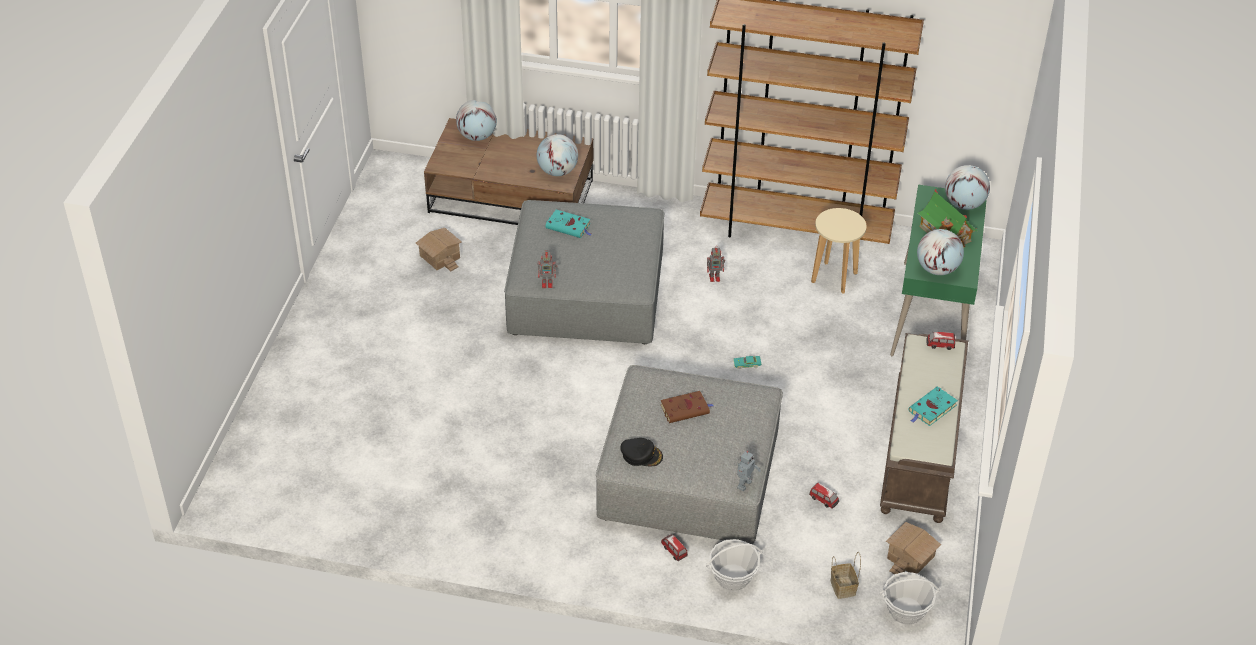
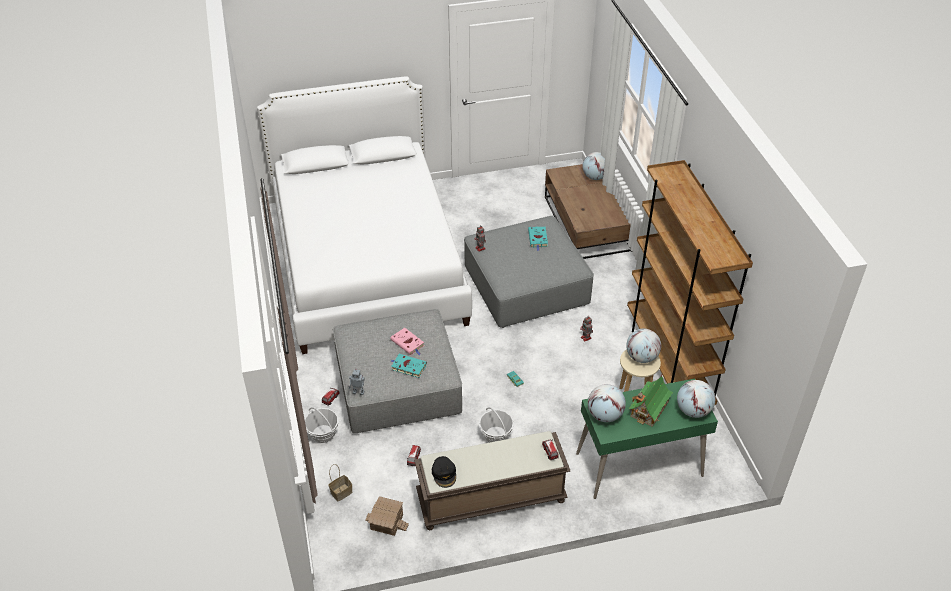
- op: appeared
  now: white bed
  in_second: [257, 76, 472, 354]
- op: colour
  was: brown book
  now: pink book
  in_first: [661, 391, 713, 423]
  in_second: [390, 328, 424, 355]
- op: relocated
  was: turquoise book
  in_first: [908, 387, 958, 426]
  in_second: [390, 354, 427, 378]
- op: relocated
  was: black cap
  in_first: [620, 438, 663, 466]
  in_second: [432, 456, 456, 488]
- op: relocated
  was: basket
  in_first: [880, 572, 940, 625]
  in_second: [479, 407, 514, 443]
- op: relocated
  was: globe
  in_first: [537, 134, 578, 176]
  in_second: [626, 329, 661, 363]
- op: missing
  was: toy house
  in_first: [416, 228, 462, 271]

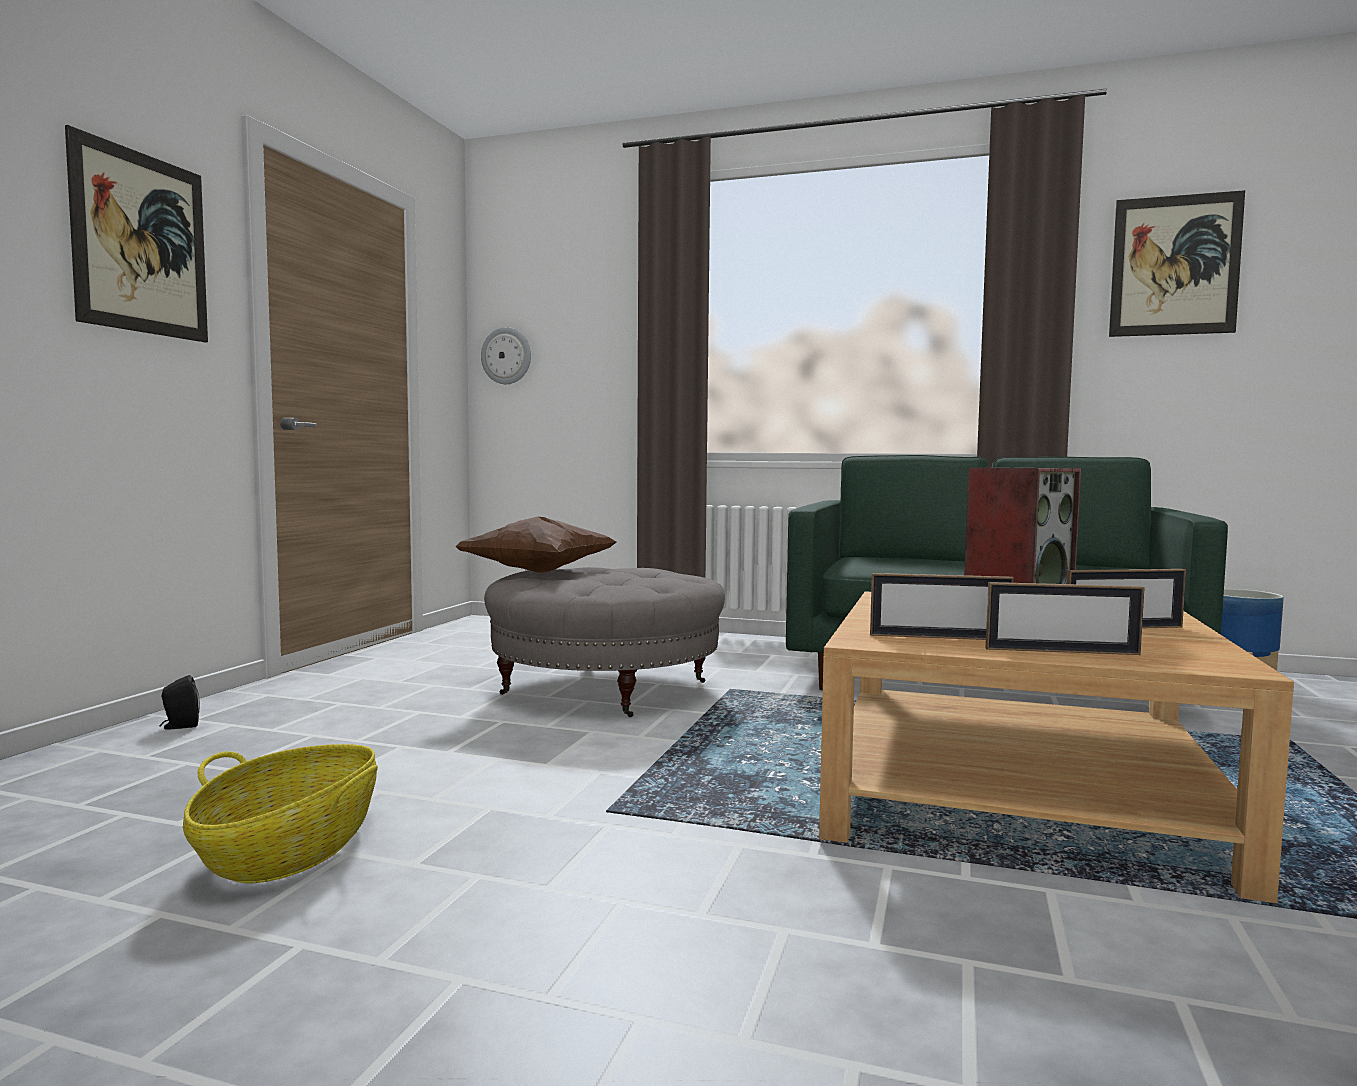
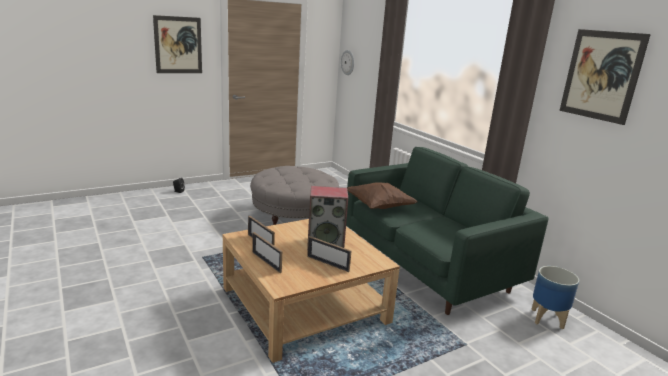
- op: relocated
  was: brown pillow
  in_first: [455, 517, 616, 573]
  in_second: [347, 183, 418, 209]
- op: missing
  was: basket
  in_first: [183, 744, 378, 883]

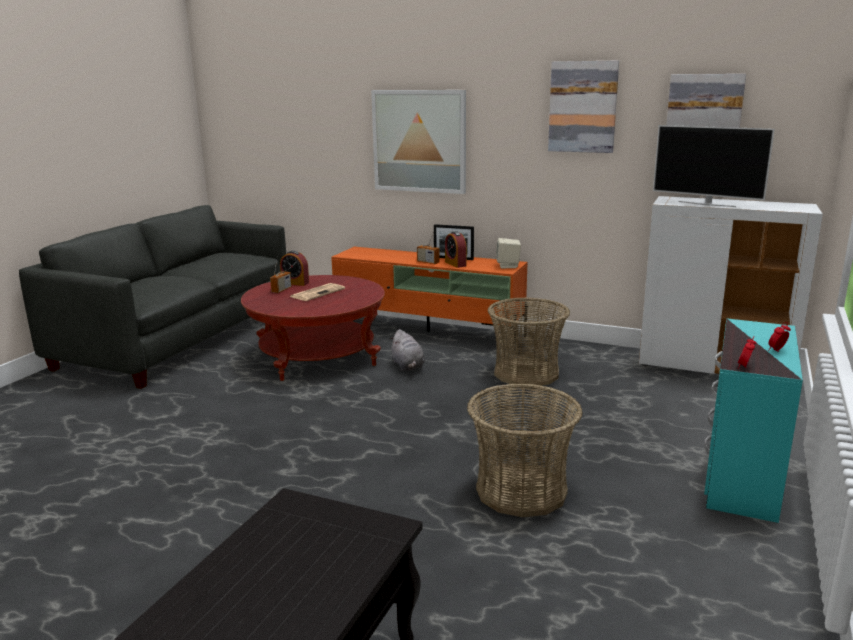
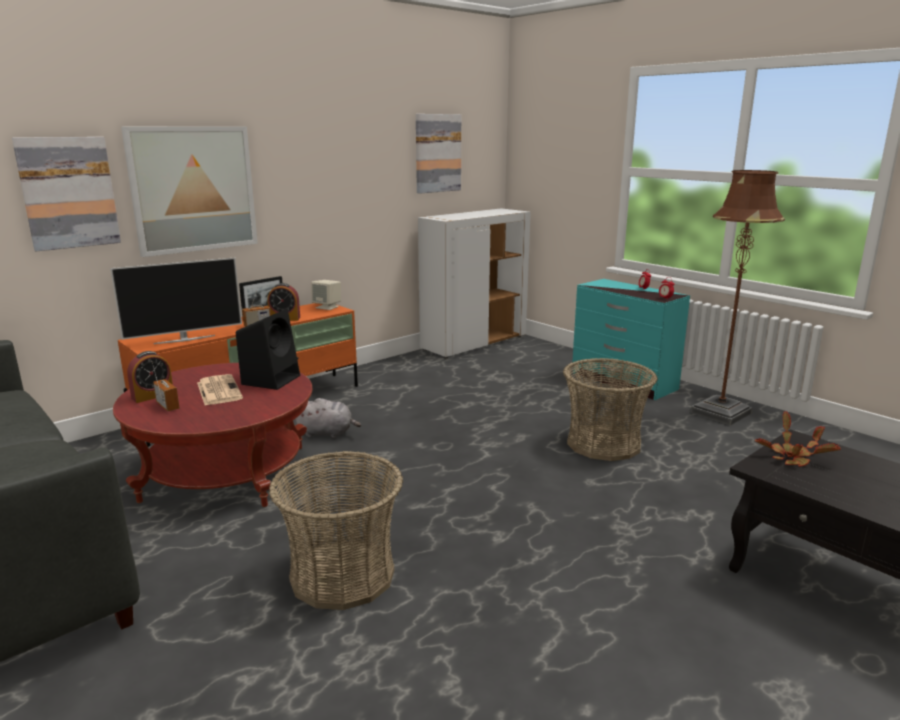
- op: relocated
  was: picture
  in_first: [548, 60, 619, 153]
  in_second: [12, 137, 121, 251]
- op: relocated
  was: television
  in_first: [653, 125, 775, 207]
  in_second: [110, 258, 242, 344]
- op: appeared
  now: black speaker
  in_second: [236, 309, 300, 390]
- op: relocated
  was: basket
  in_first: [488, 297, 570, 386]
  in_second: [269, 451, 403, 610]
- op: appeared
  now: brown floor lamp
  in_second: [690, 170, 785, 426]
- op: appeared
  now: potted plant
  in_second: [755, 412, 841, 467]

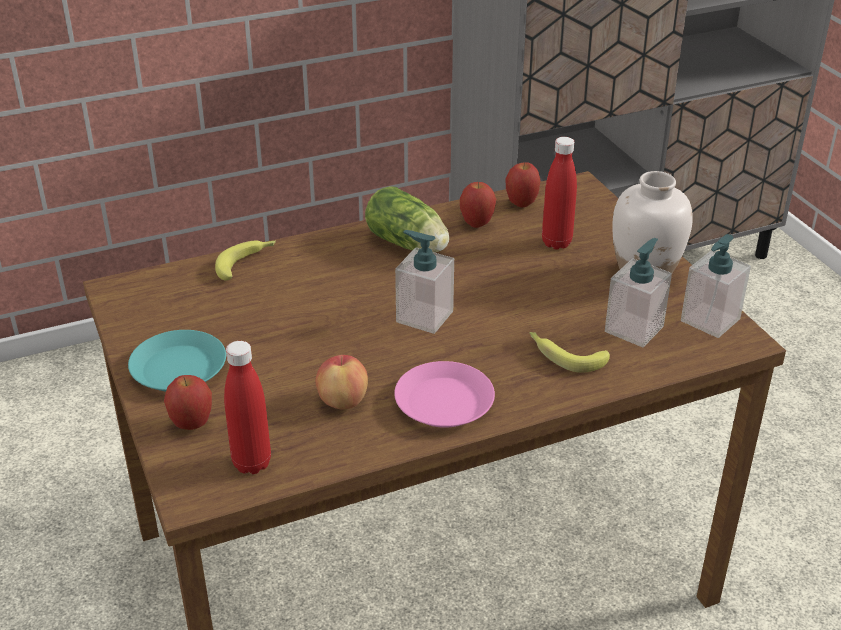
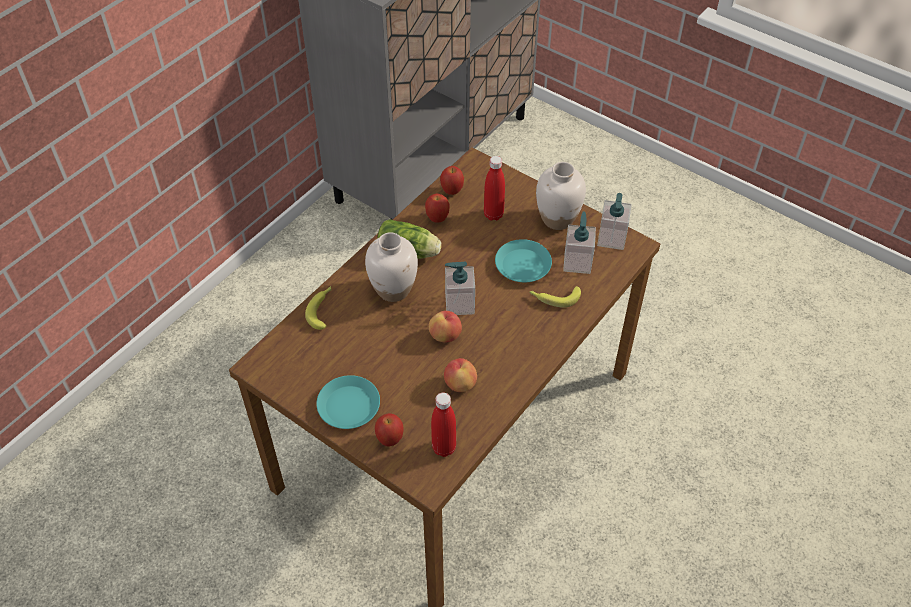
- op: appeared
  now: white vase
  in_second: [365, 232, 418, 302]
- op: appeared
  now: apple
  in_second: [429, 311, 462, 342]
- op: appeared
  now: turquoise plate
  in_second: [495, 239, 552, 282]
- op: missing
  was: pink plate
  in_first: [394, 361, 495, 428]

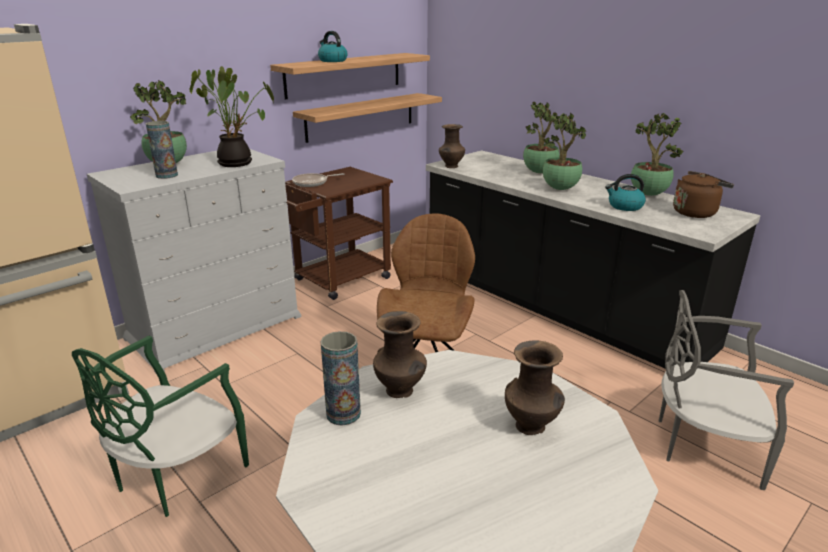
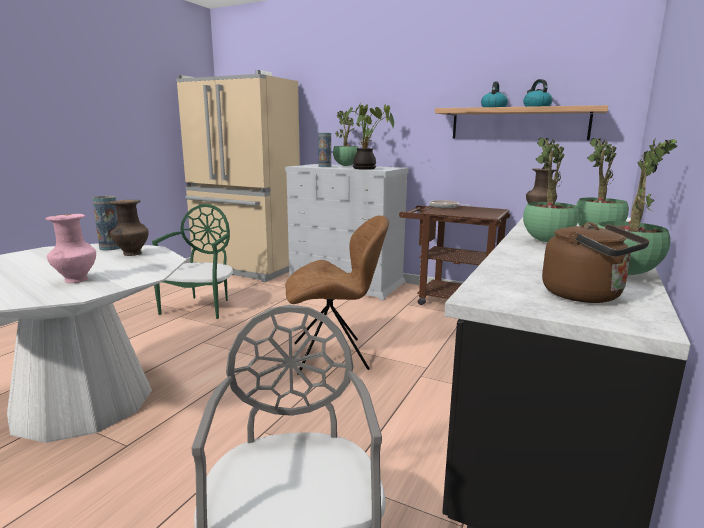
- op: colour
  was: brown vase
  now: pink vase
  in_first: [505, 340, 565, 435]
  in_second: [45, 214, 96, 283]
- op: spun
  was: green chair
  in_first: [72, 335, 249, 517]
  in_second: [152, 204, 233, 319]
  clockwise: 90
- op: relocated
  was: kettle
  in_first: [605, 174, 646, 211]
  in_second: [523, 79, 553, 107]
- op: missing
  was: shelf
  in_first: [293, 93, 442, 143]

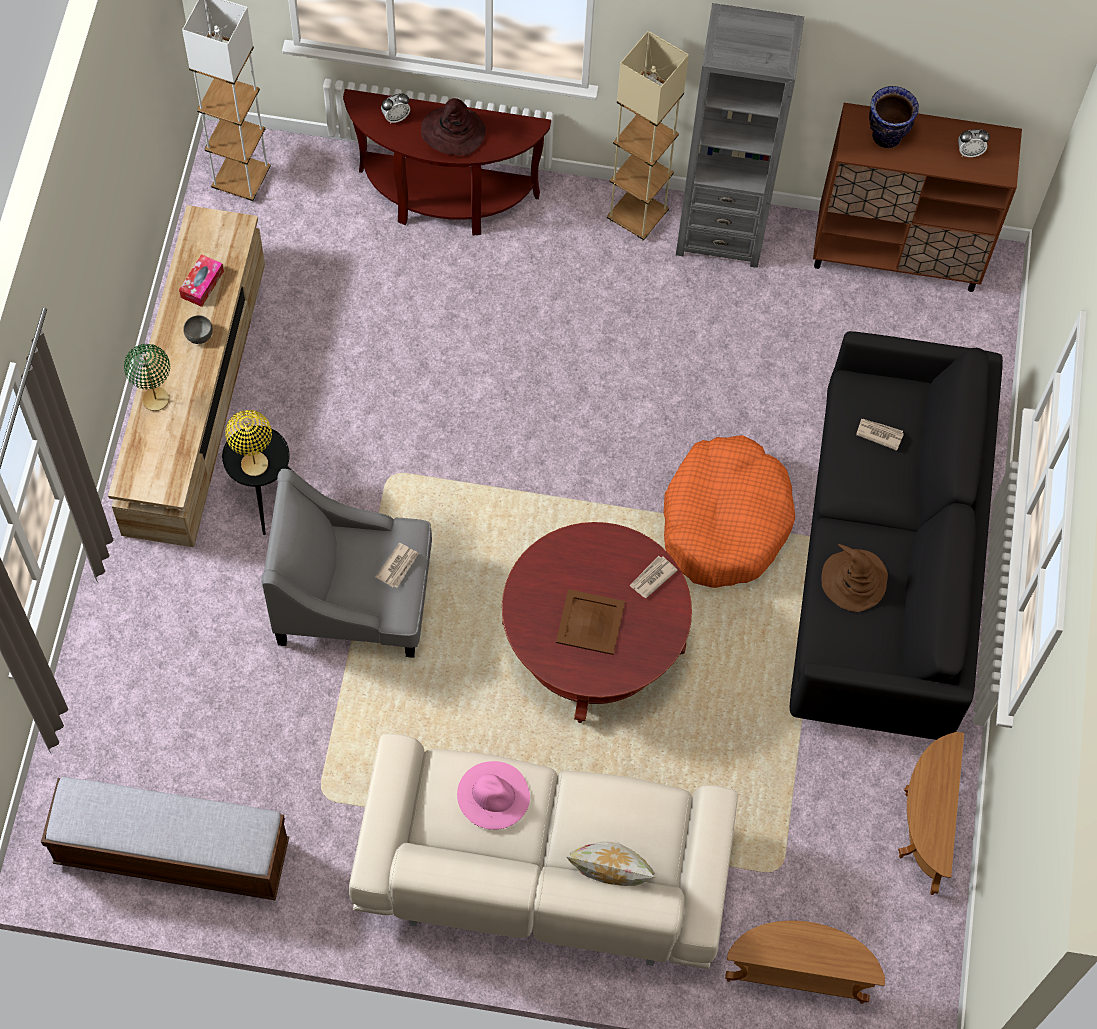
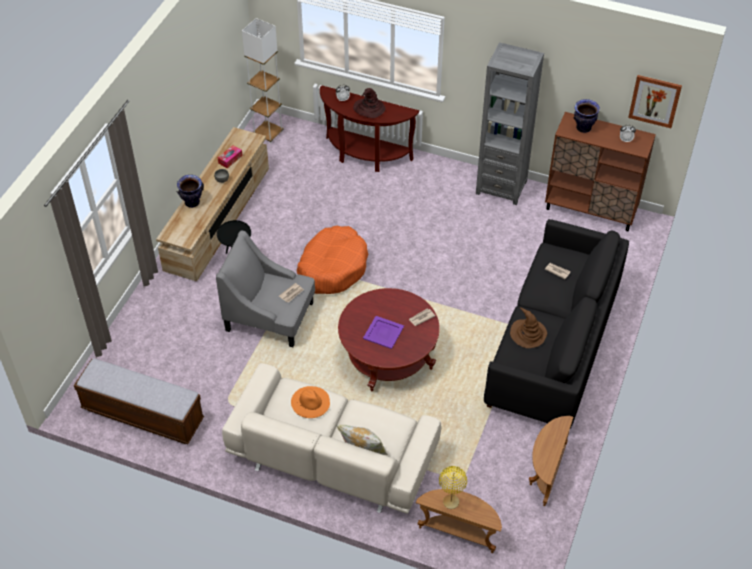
- op: exchanged
  was: green table lamp
  now: vase
  in_first: [124, 344, 170, 411]
  in_second: [177, 175, 204, 208]
- op: colour
  was: pink hat
  now: orange hat
  in_first: [457, 761, 530, 830]
  in_second: [291, 386, 330, 418]
- op: relocated
  was: orange dog bed
  in_first: [664, 435, 795, 588]
  in_second: [297, 226, 368, 294]
- op: colour
  was: brown tray
  now: purple tray
  in_first: [556, 589, 625, 655]
  in_second: [363, 316, 404, 349]
- op: relocated
  was: yellow table lamp
  in_first: [225, 410, 272, 476]
  in_second: [439, 466, 467, 509]
- op: appeared
  now: picture
  in_second: [628, 75, 682, 128]
- op: missing
  was: beige floor lamp
  in_first: [607, 31, 689, 241]

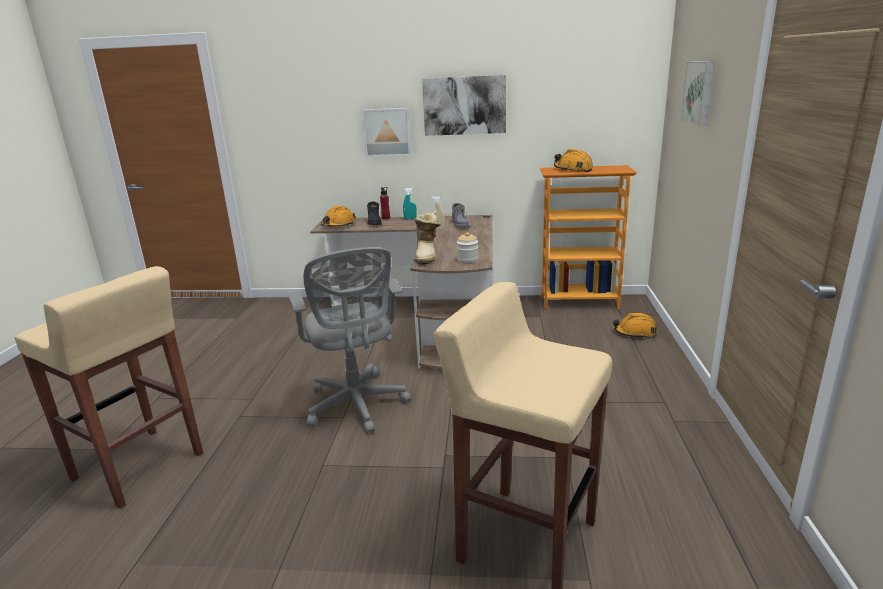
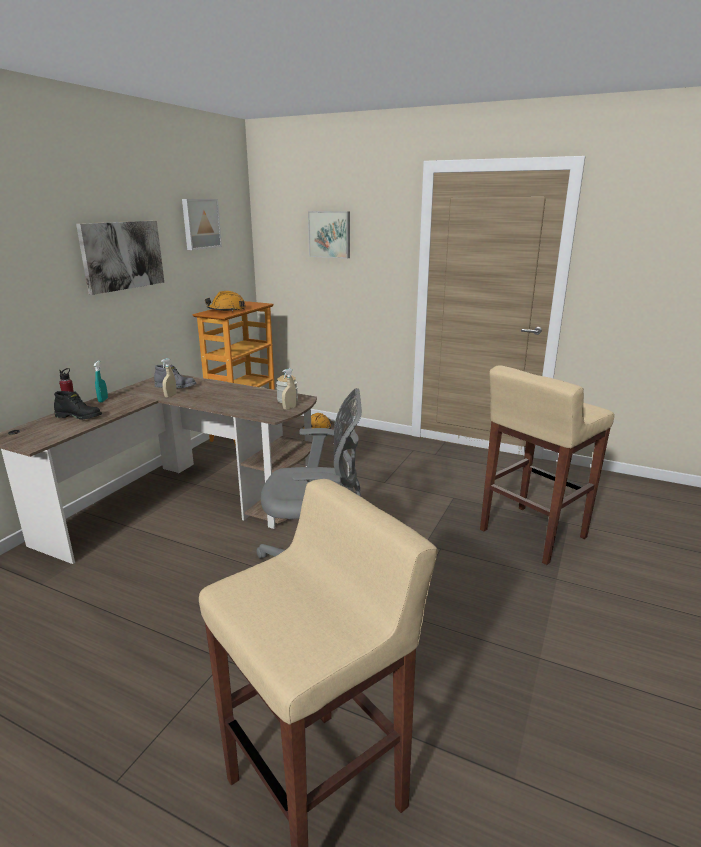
- op: relocated
  was: picture
  in_first: [362, 108, 411, 157]
  in_second: [182, 199, 222, 250]
- op: appeared
  now: beige spray bottle
  in_second: [282, 368, 297, 410]
- op: missing
  was: orange hard hat
  in_first: [321, 206, 356, 227]
- op: missing
  was: boot
  in_first: [414, 213, 441, 265]

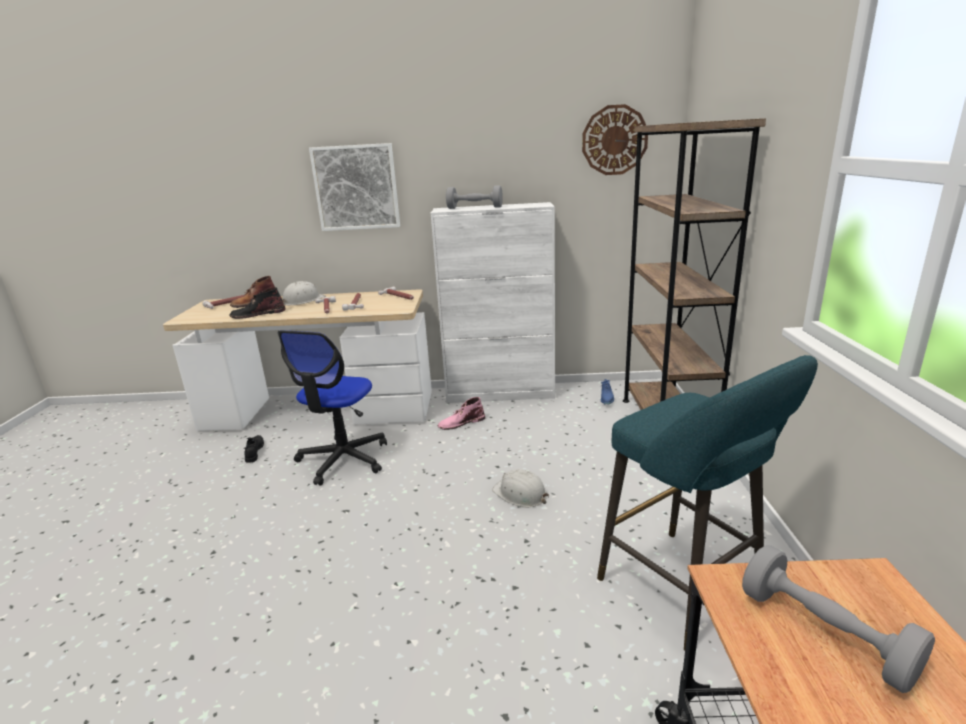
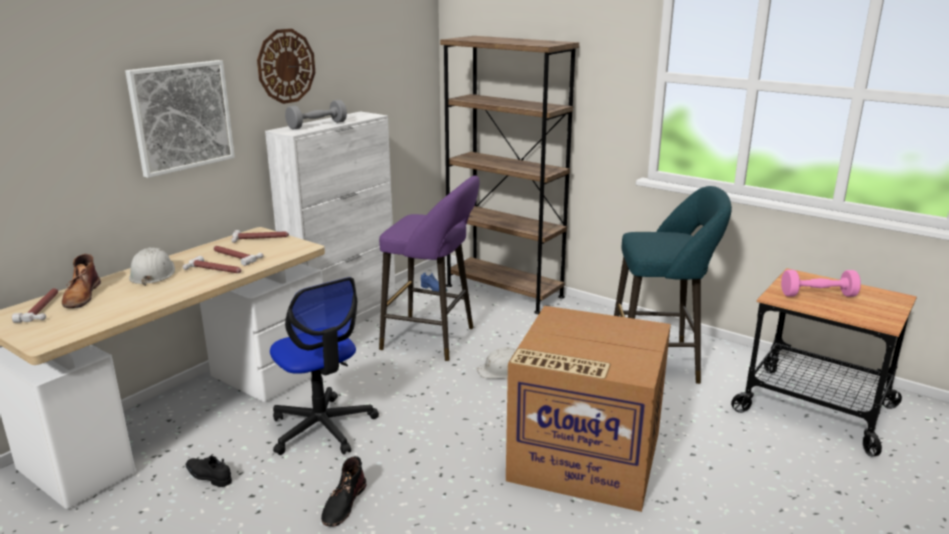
- op: relocated
  was: wall clock
  in_first: [582, 104, 648, 175]
  in_second: [257, 29, 315, 104]
- op: relocated
  was: black boot
  in_first: [230, 287, 286, 319]
  in_second: [321, 456, 366, 527]
- op: appeared
  now: purple stool
  in_second: [379, 176, 480, 361]
- op: appeared
  now: cardboard box
  in_second: [506, 306, 671, 512]
- op: colour
  was: grey dumbbell
  now: pink dumbbell
  in_first: [742, 545, 935, 693]
  in_second: [781, 270, 861, 297]
- op: missing
  was: pink boot
  in_first: [438, 397, 485, 430]

